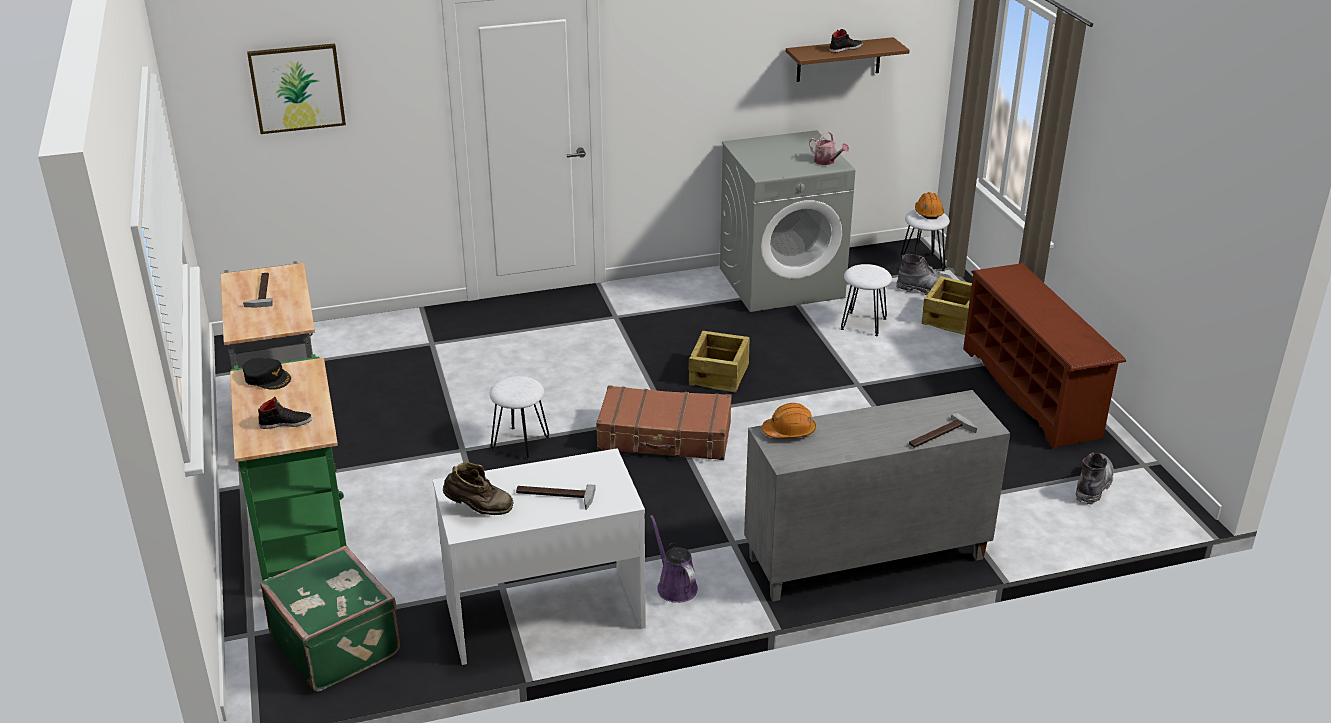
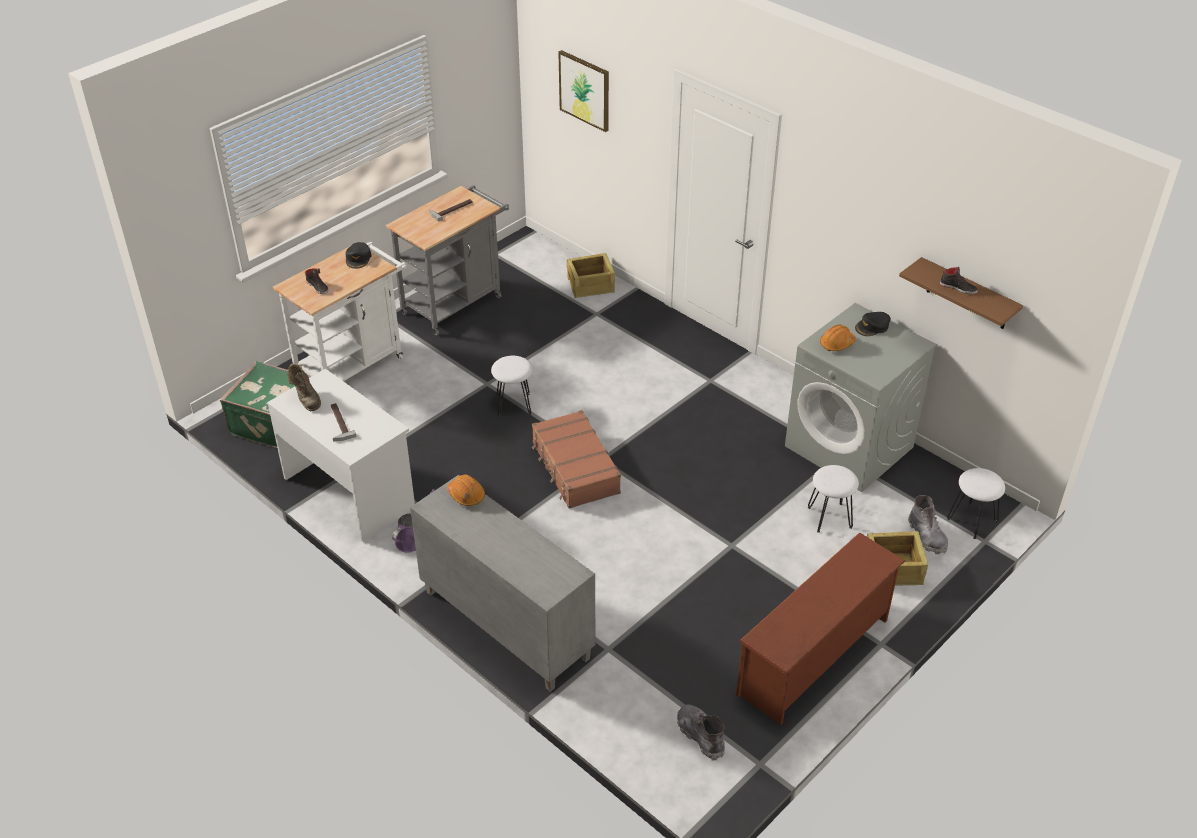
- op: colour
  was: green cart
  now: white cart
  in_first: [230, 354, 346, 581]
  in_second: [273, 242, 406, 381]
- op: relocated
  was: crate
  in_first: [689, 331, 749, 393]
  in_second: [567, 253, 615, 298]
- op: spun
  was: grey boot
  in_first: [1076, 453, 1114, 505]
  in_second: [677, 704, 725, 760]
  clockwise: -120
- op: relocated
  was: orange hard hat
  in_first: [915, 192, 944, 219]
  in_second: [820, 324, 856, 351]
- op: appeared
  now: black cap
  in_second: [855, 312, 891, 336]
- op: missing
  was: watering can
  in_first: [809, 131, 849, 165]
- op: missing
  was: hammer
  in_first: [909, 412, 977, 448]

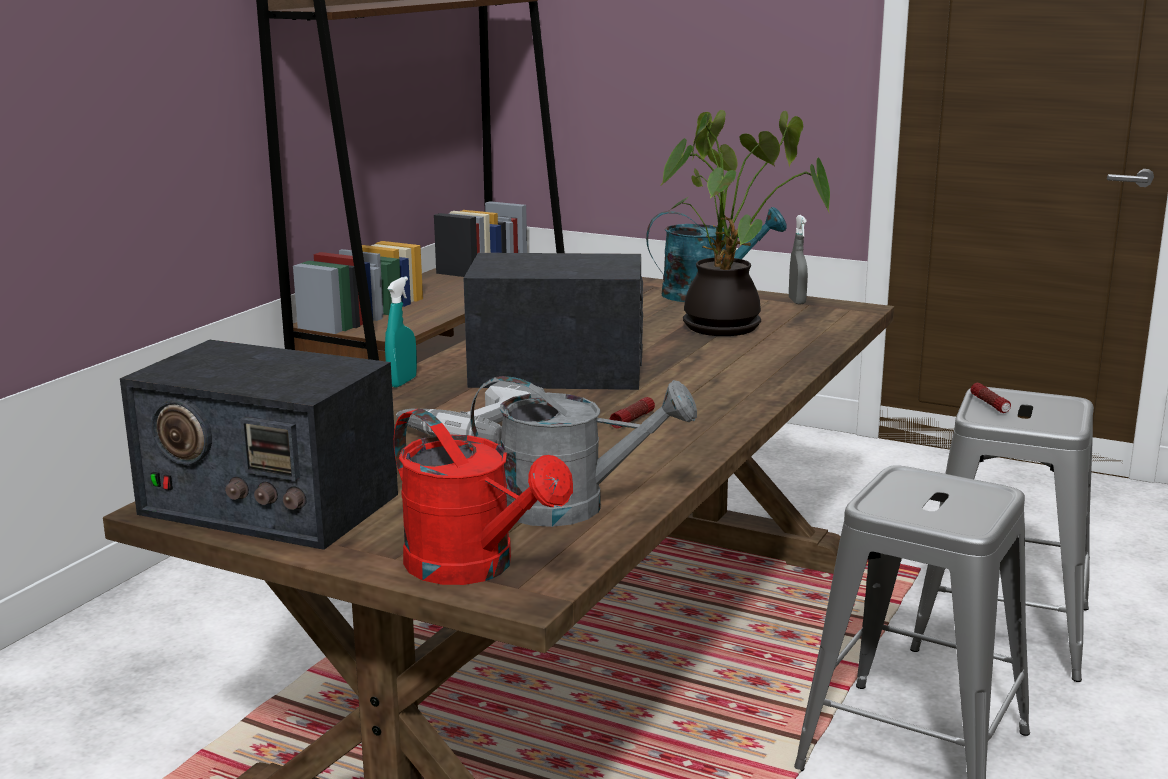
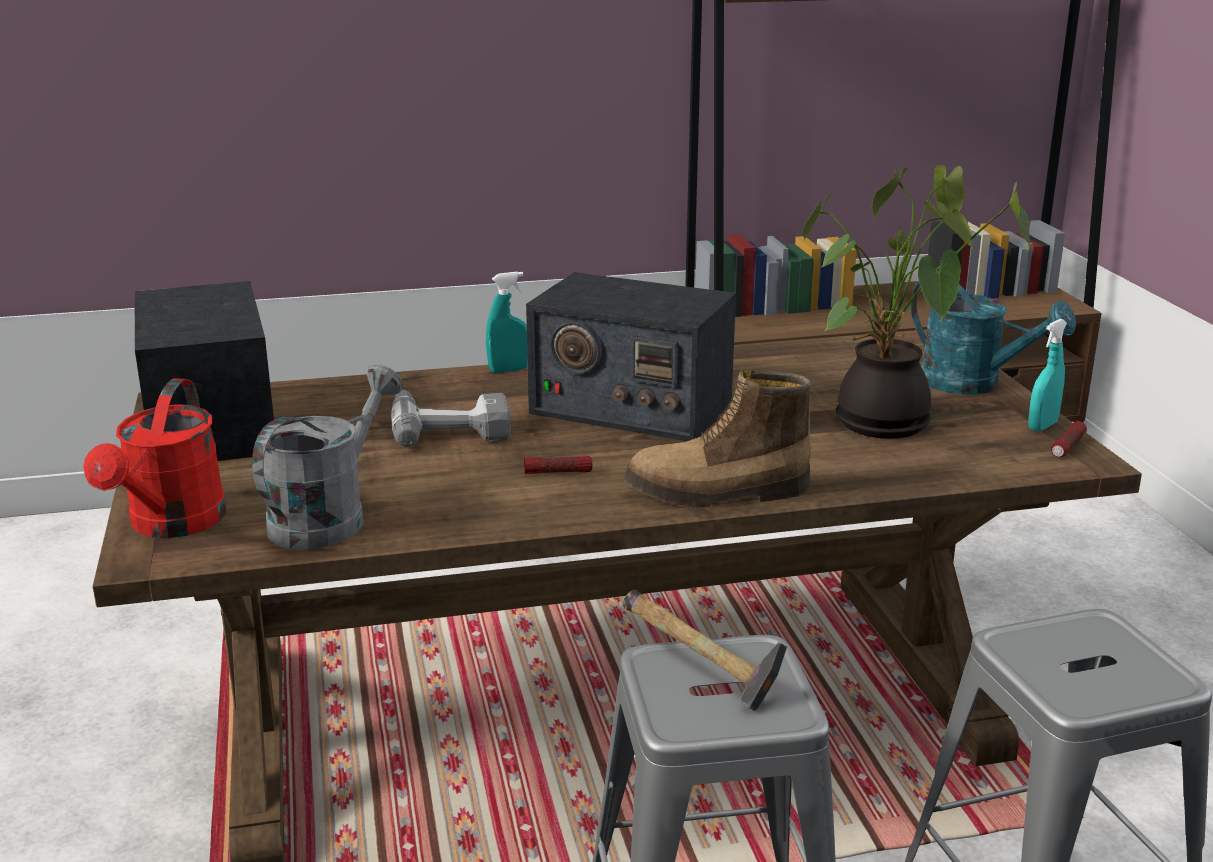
- op: spun
  was: grey watering can
  in_first: [470, 376, 697, 527]
  in_second: [252, 364, 403, 550]
  clockwise: -120
- op: spun
  was: radio
  in_first: [463, 253, 643, 390]
  in_second: [526, 272, 736, 441]
  clockwise: 150
- op: appeared
  now: hammer
  in_second: [623, 589, 787, 711]
- op: appeared
  now: boot
  in_second: [624, 369, 812, 507]
- op: colour
  was: grey spray bottle
  now: turquoise spray bottle
  in_first: [789, 215, 808, 304]
  in_second: [1028, 319, 1067, 432]
- op: relocated
  was: flashlight
  in_first: [971, 383, 1011, 413]
  in_second: [1051, 421, 1087, 458]

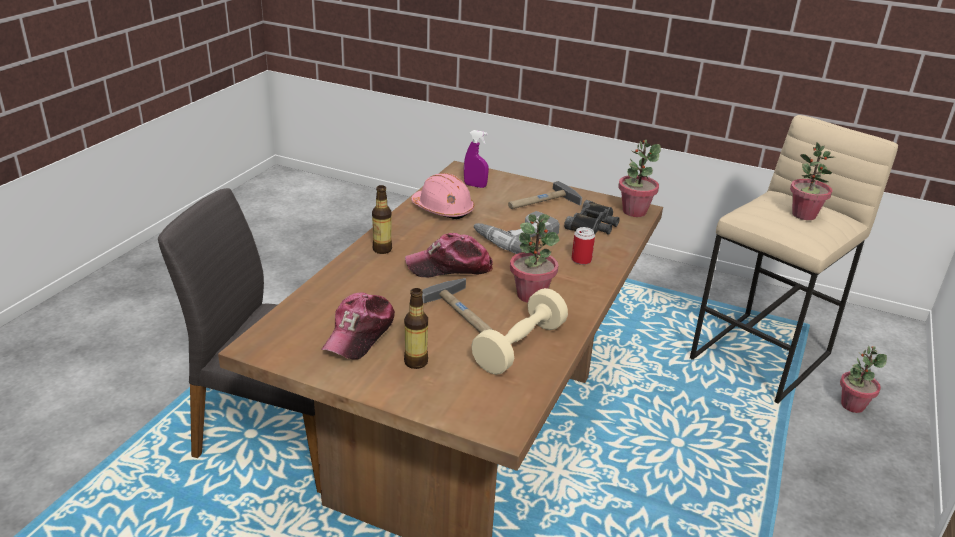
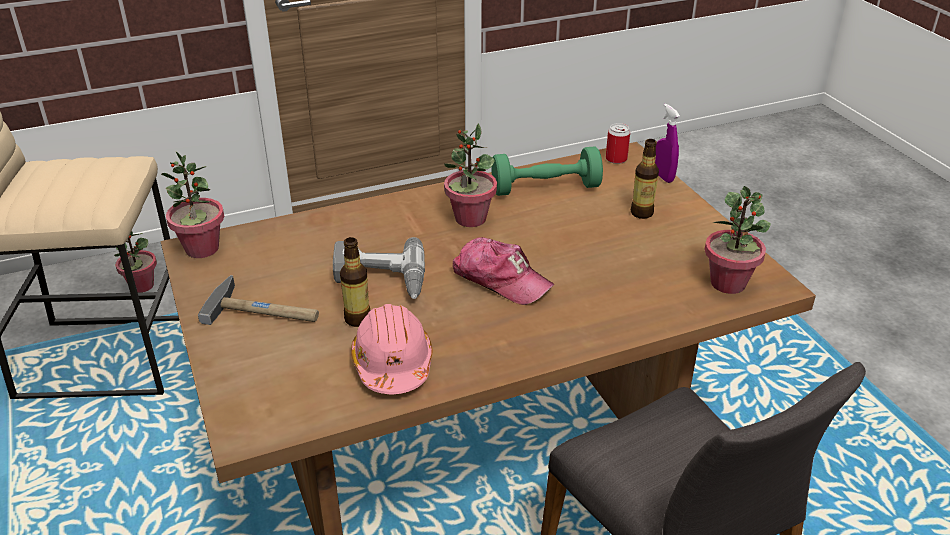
- op: relocated
  was: bottle
  in_first: [372, 185, 392, 254]
  in_second: [340, 237, 370, 327]
- op: colour
  was: beige dumbbell
  now: green dumbbell
  in_first: [471, 288, 568, 375]
  in_second: [491, 146, 603, 196]
- op: relocated
  was: can
  in_first: [571, 227, 595, 265]
  in_second: [606, 123, 630, 164]
- op: relocated
  was: purple spray bottle
  in_first: [464, 130, 489, 188]
  in_second: [655, 104, 680, 183]
- op: relocated
  was: potted plant
  in_first: [790, 142, 834, 220]
  in_second: [704, 186, 771, 294]
- op: missing
  was: cap
  in_first: [321, 292, 395, 360]
- op: missing
  was: hammer
  in_first: [422, 278, 493, 333]
- op: missing
  was: black binoculars
  in_first: [564, 200, 619, 235]

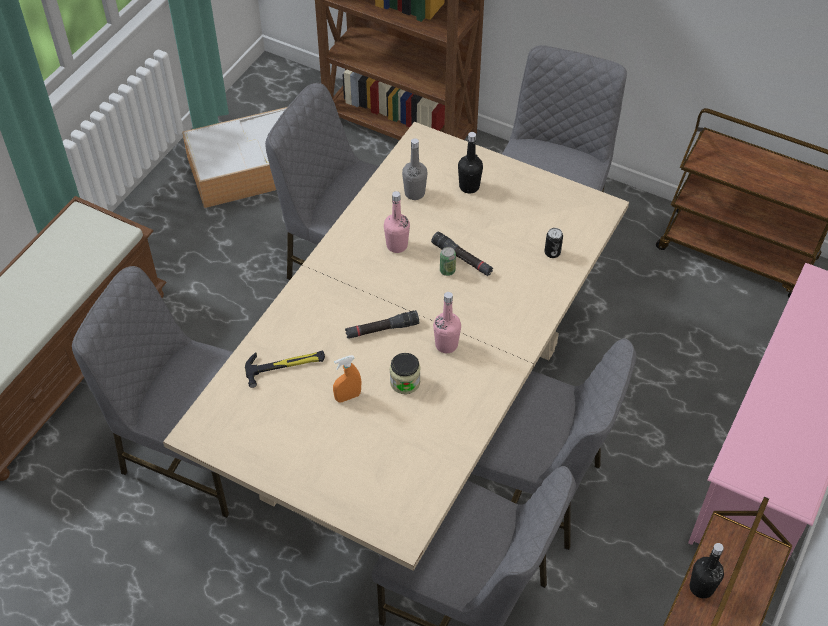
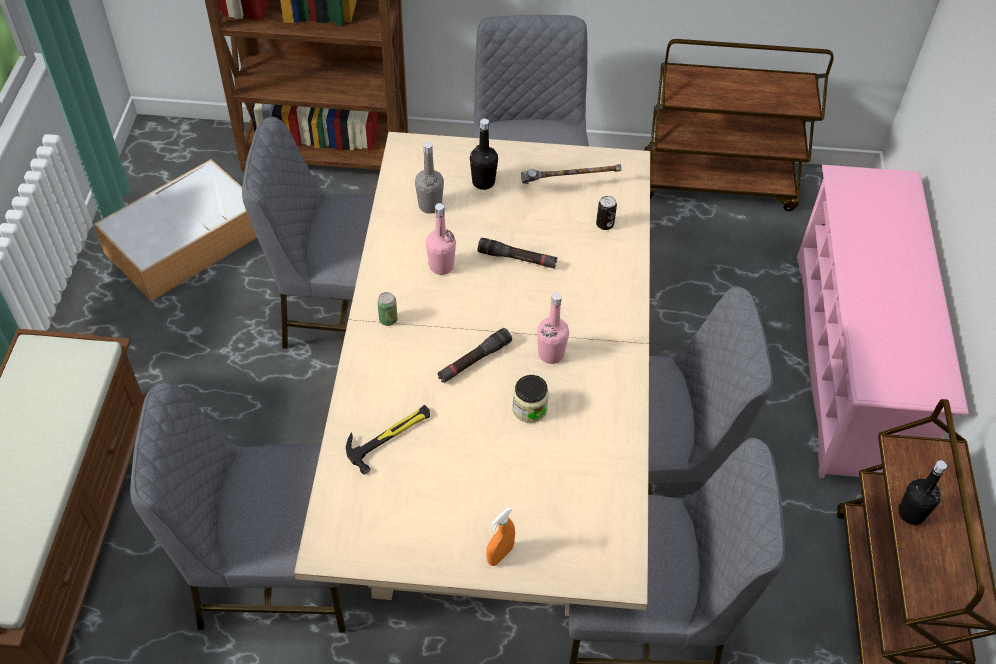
- op: relocated
  was: can
  in_first: [440, 247, 456, 276]
  in_second: [377, 292, 398, 326]
- op: relocated
  was: orange spray bottle
  in_first: [333, 355, 361, 402]
  in_second: [486, 507, 515, 566]
- op: appeared
  now: hammer
  in_second: [521, 164, 622, 184]

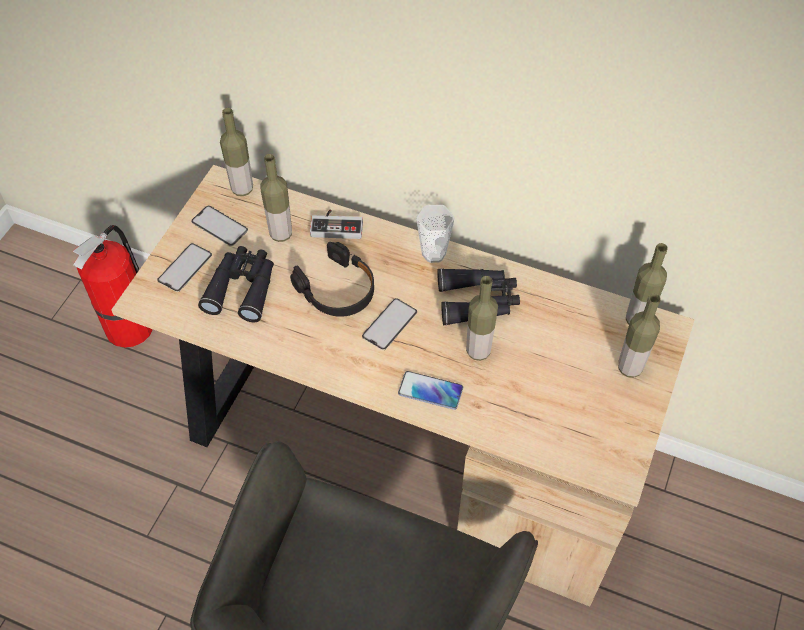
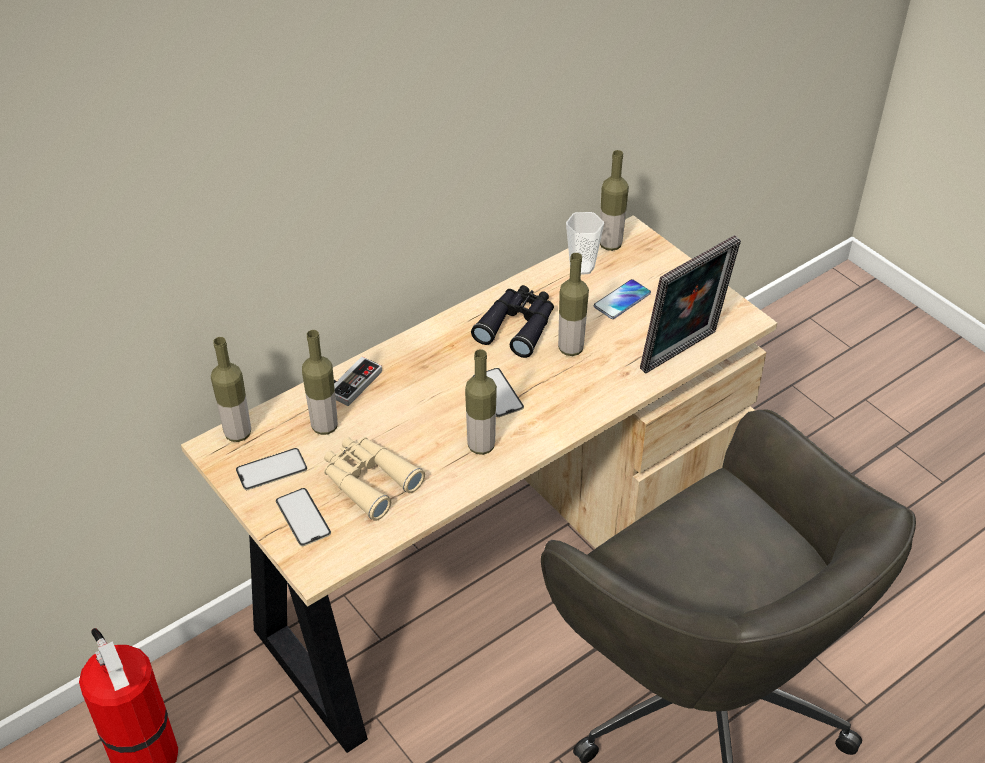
- op: colour
  was: black binoculars
  now: beige binoculars
  in_first: [198, 246, 274, 322]
  in_second: [324, 437, 425, 521]
- op: relocated
  was: bottle
  in_first: [618, 293, 660, 378]
  in_second: [465, 349, 497, 455]
- op: relocated
  was: cup
  in_first: [416, 205, 455, 263]
  in_second: [566, 212, 604, 274]
- op: relocated
  was: phone
  in_first: [398, 371, 463, 410]
  in_second: [594, 279, 651, 319]
- op: appeared
  now: picture frame
  in_second: [640, 235, 741, 374]
- op: missing
  was: black headphones
  in_first: [290, 242, 374, 317]

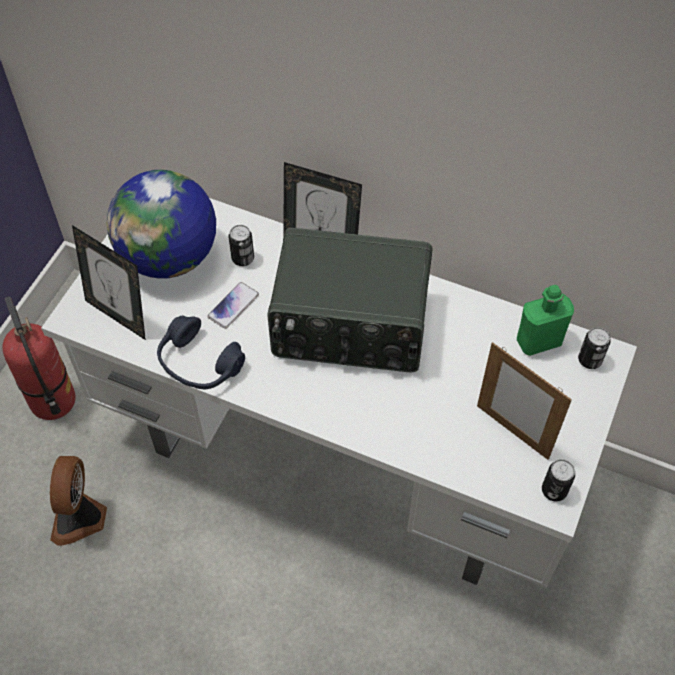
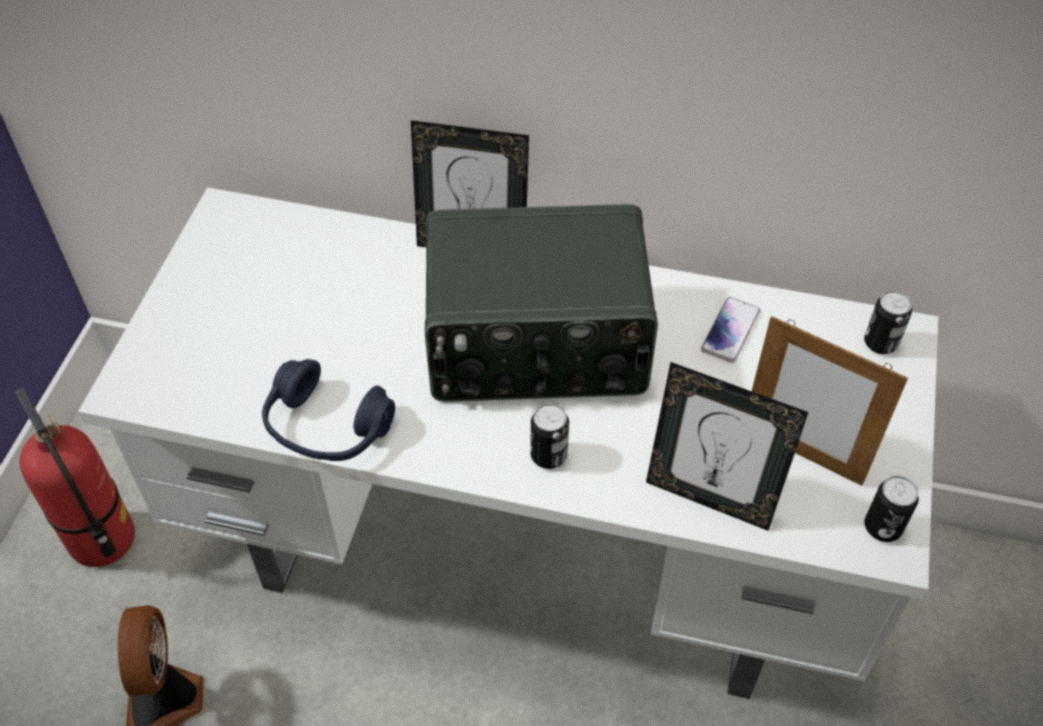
- op: relocated
  was: can
  in_first: [229, 225, 254, 266]
  in_second: [530, 403, 569, 469]
- op: relocated
  was: picture frame
  in_first: [72, 225, 146, 340]
  in_second: [646, 362, 808, 531]
- op: relocated
  was: phone
  in_first: [208, 282, 259, 329]
  in_second: [701, 297, 760, 363]
- op: missing
  was: globe
  in_first: [106, 170, 216, 279]
- op: missing
  was: green bottle
  in_first: [517, 285, 574, 356]

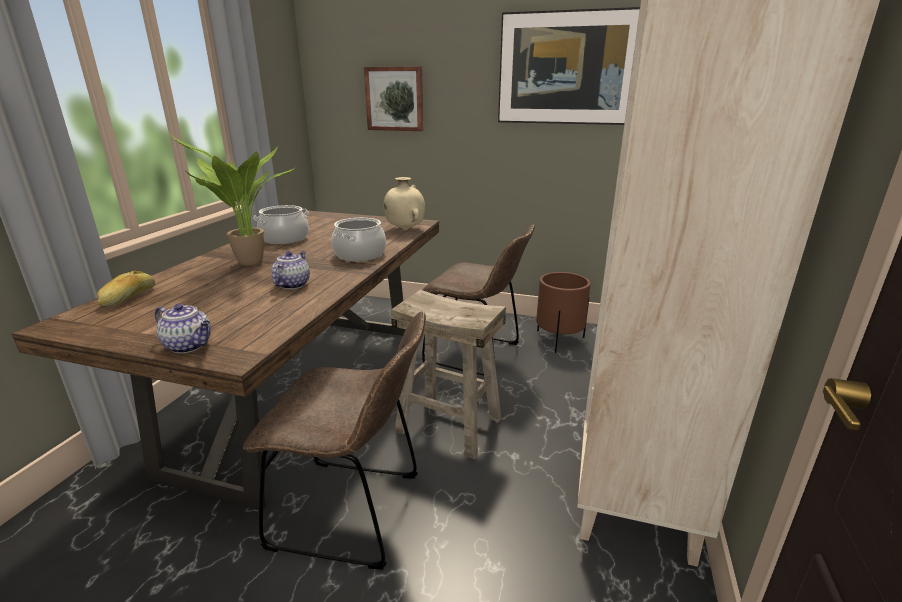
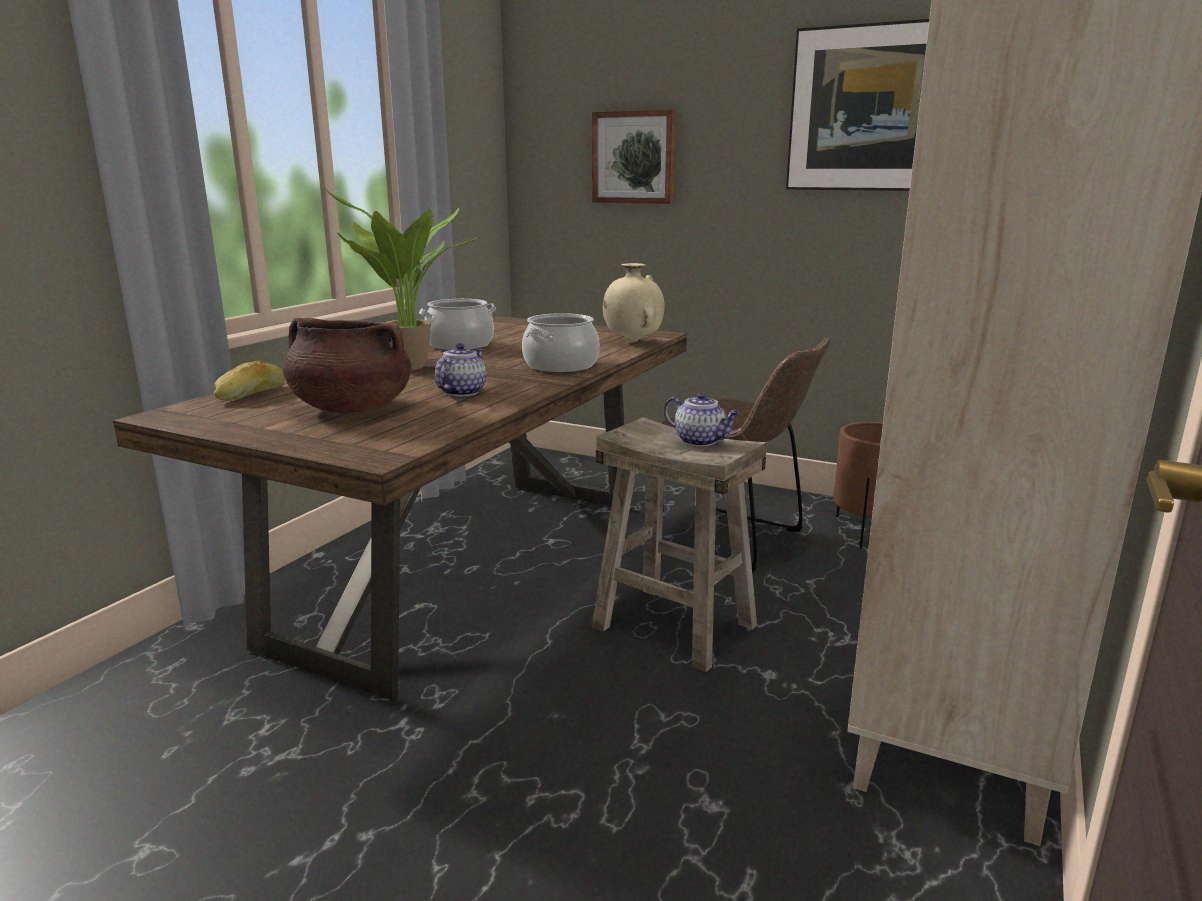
- op: appeared
  now: brown cooking pot
  in_second: [283, 317, 411, 413]
- op: relocated
  was: teapot
  in_first: [155, 303, 211, 353]
  in_second: [664, 392, 740, 446]
- op: missing
  was: brown chair
  in_first: [243, 311, 426, 570]

